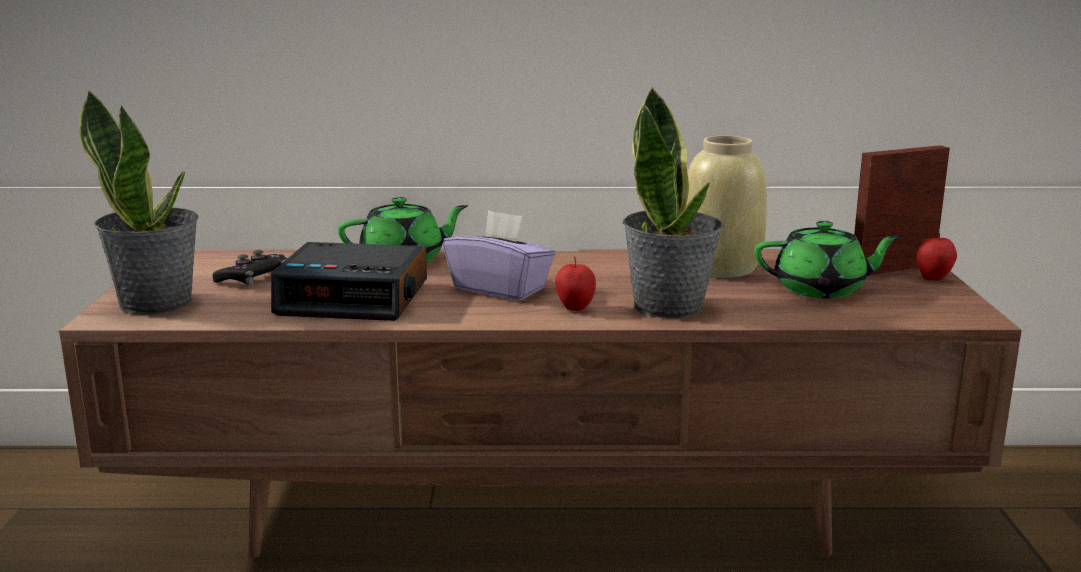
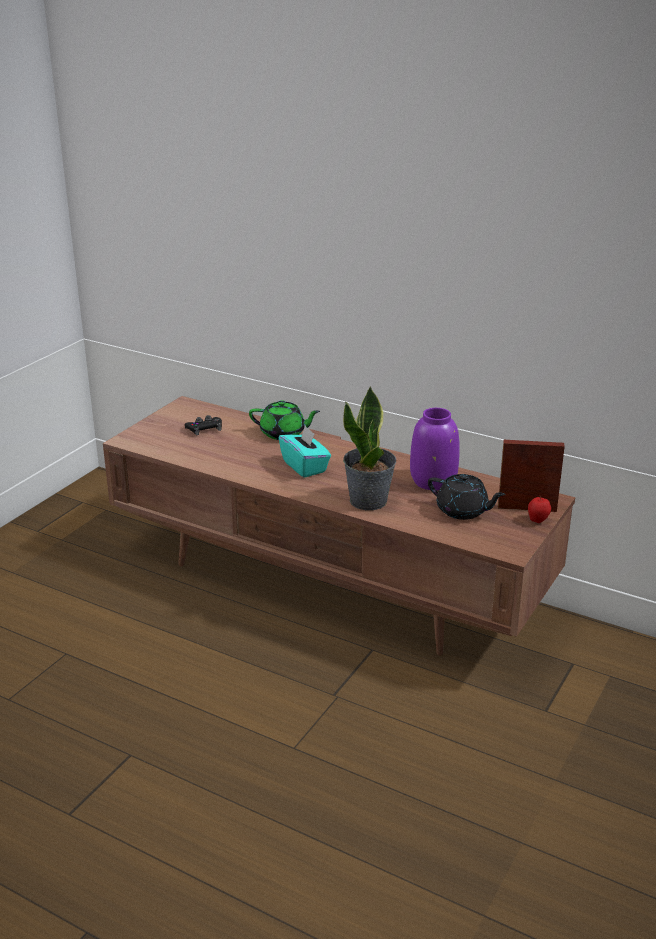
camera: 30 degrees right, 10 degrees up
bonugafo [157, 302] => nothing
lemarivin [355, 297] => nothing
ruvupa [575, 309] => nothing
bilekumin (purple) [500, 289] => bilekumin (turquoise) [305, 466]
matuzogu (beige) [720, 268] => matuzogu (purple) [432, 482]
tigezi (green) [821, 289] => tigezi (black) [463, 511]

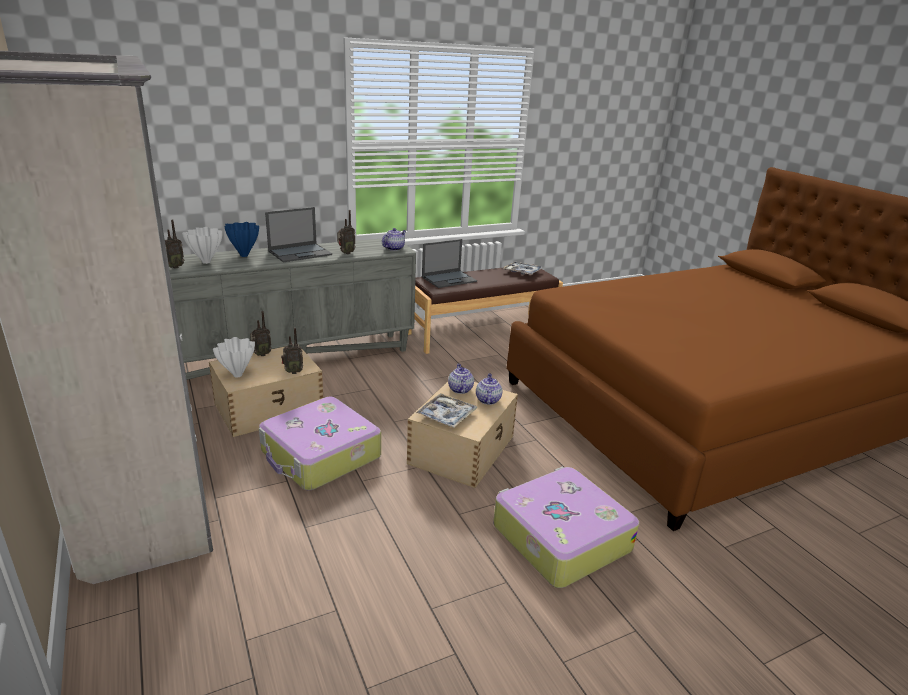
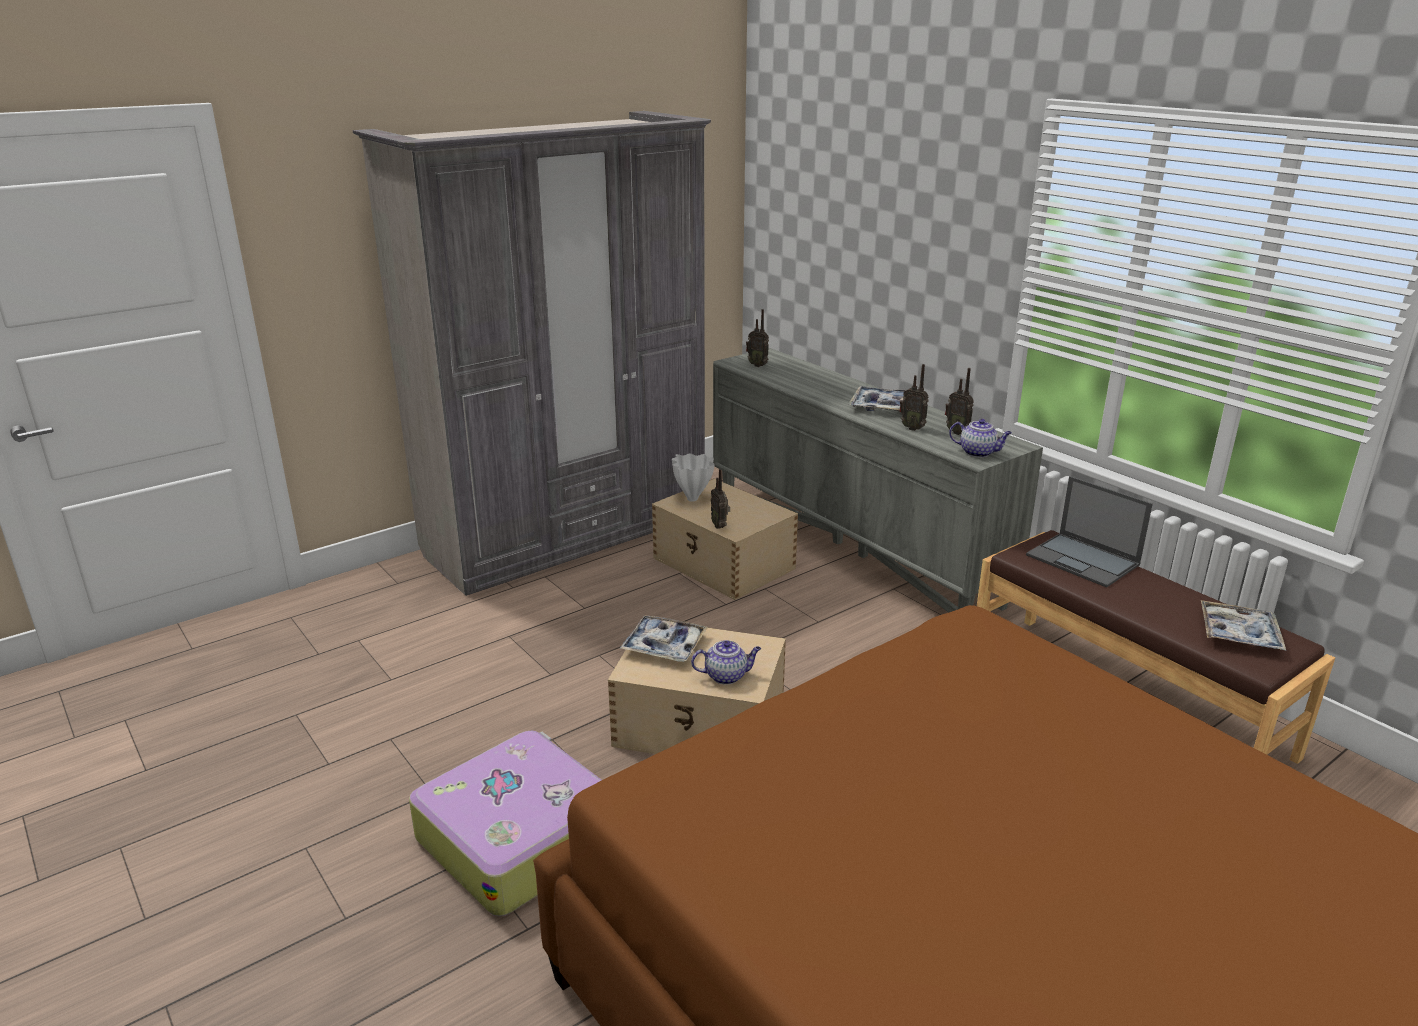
camera: 80 degrees right, 0 degrees up
matuzogu (white) [207, 262] => nothing
matuzogu (blue) [244, 255] => nothing
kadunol [320, 455] => nothing
tigezi [460, 389] => nothing
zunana [261, 354] => zunana [957, 432], shifted
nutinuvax [300, 253] => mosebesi [879, 405]

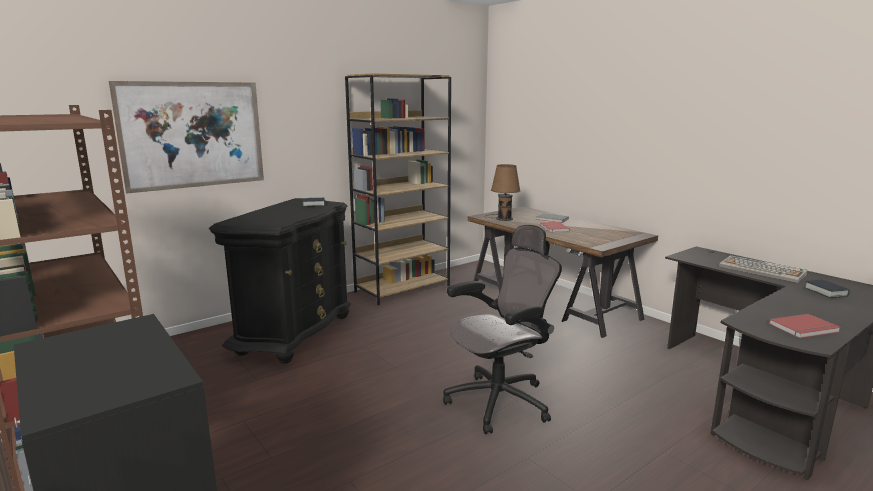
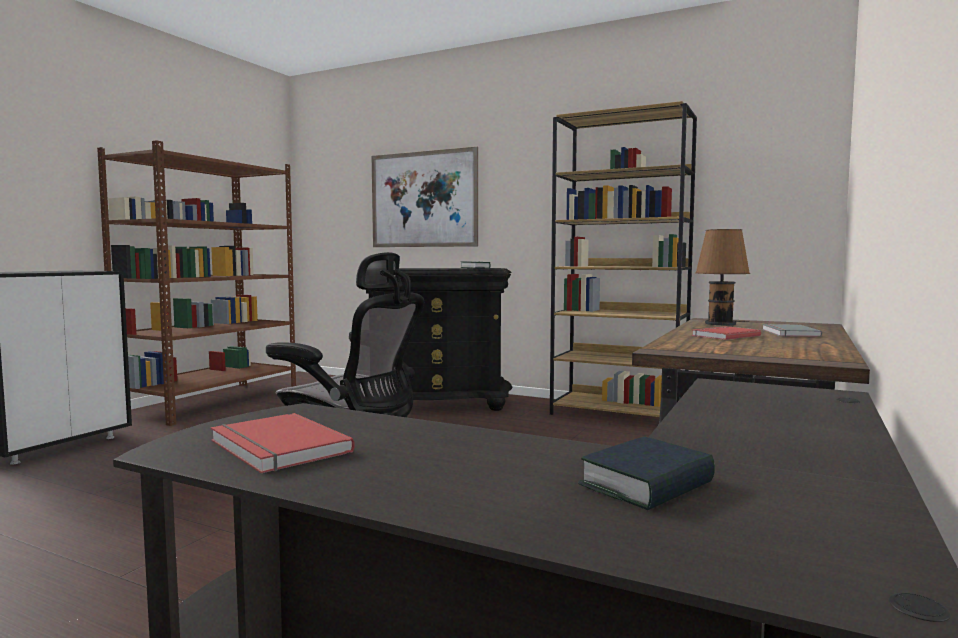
camera: 65 degrees right, 10 degrees down
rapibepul [763, 270] => nothing

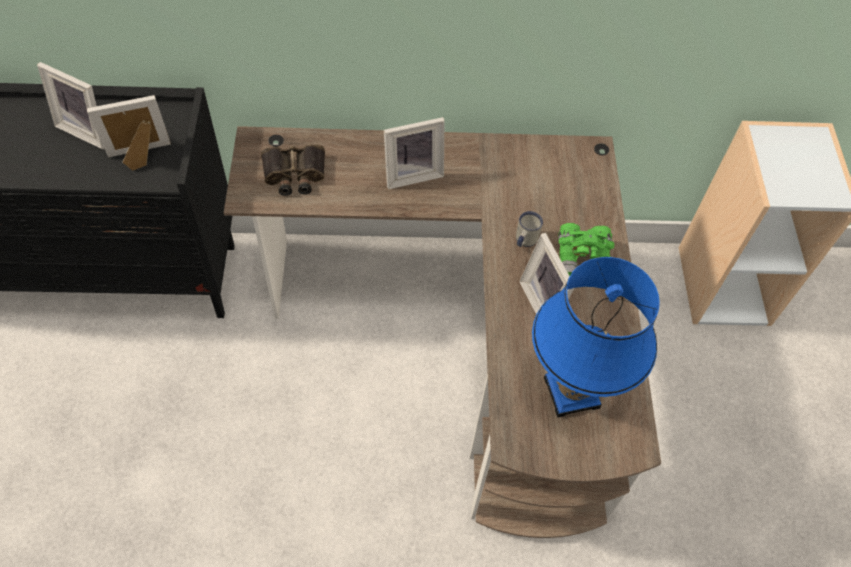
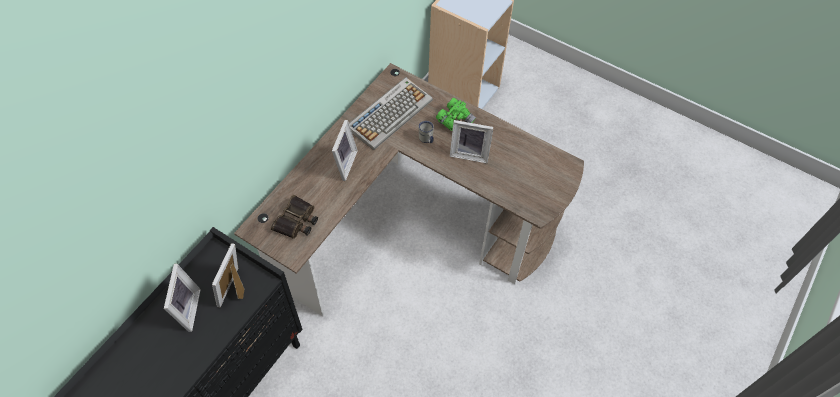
camera: 55 degrees left, 0 degrees up
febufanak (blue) [571, 393] => nothing
nothing => rapibepul [390, 113]
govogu [88, 129] => govogu [185, 310], 60 degrees counterclockwise

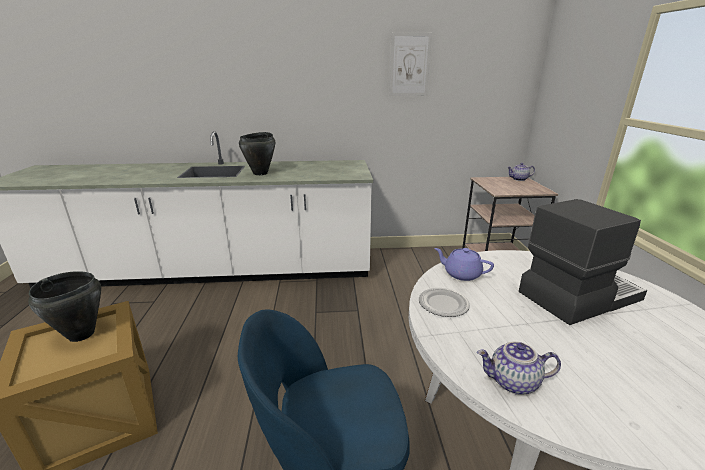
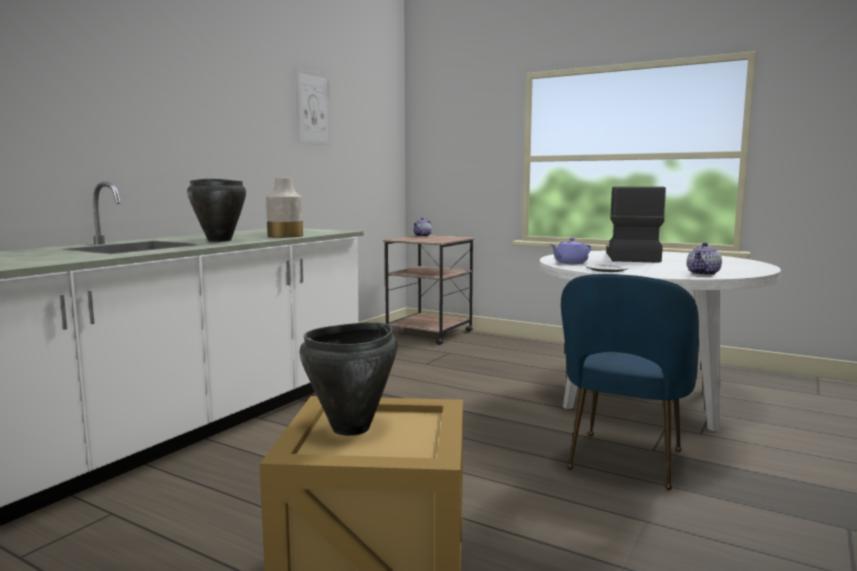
camera: 55 degrees left, 15 degrees down
nothing => matuzogu (beige) [285, 236]

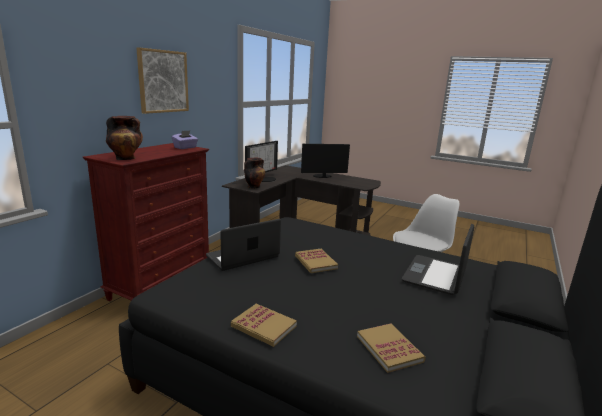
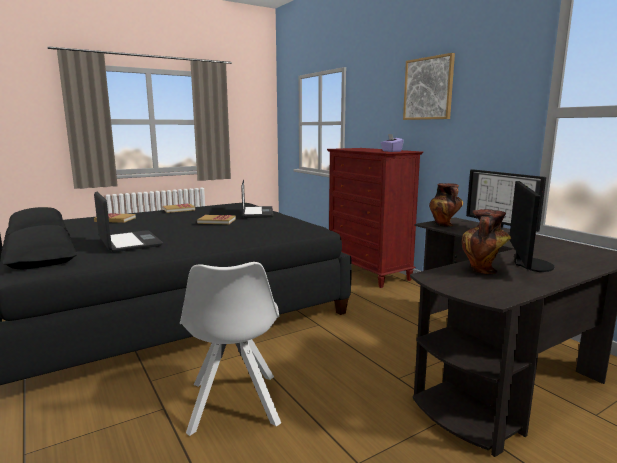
camera: 120 degrees right, 5 degrees down
matuzogu [127, 158] => matuzogu [483, 270], shifted

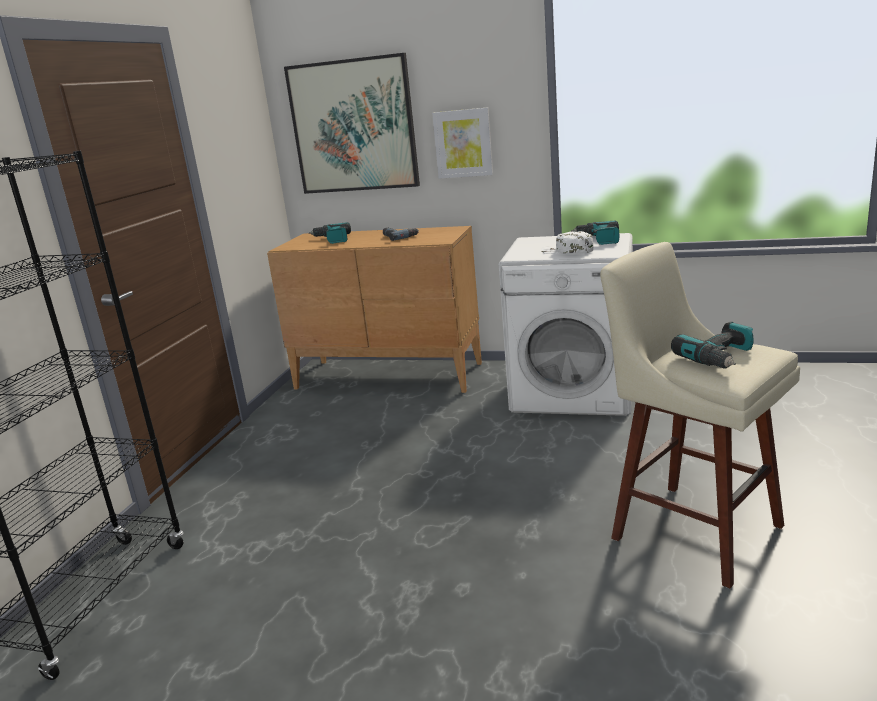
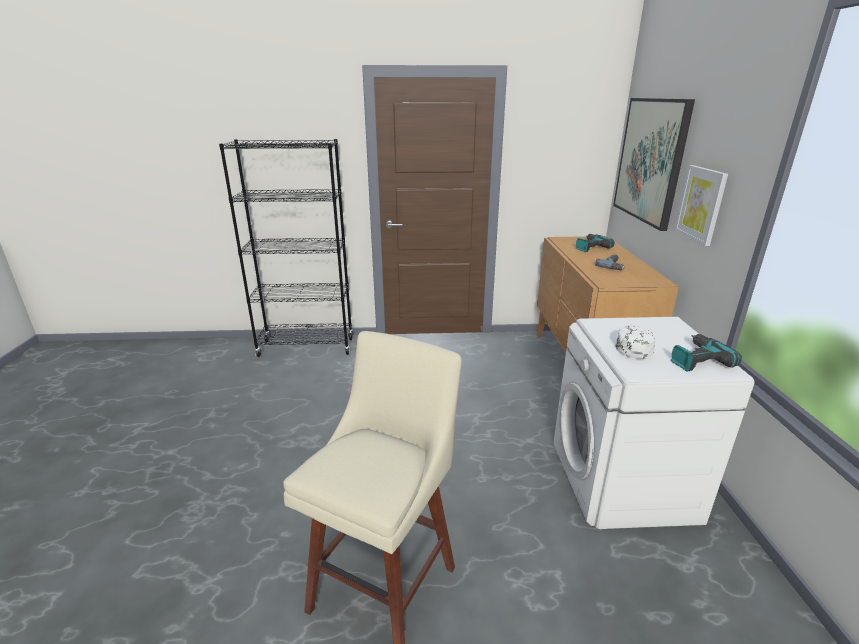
camera: 70 degrees right, 5 degrees up
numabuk [720, 358] => nothing

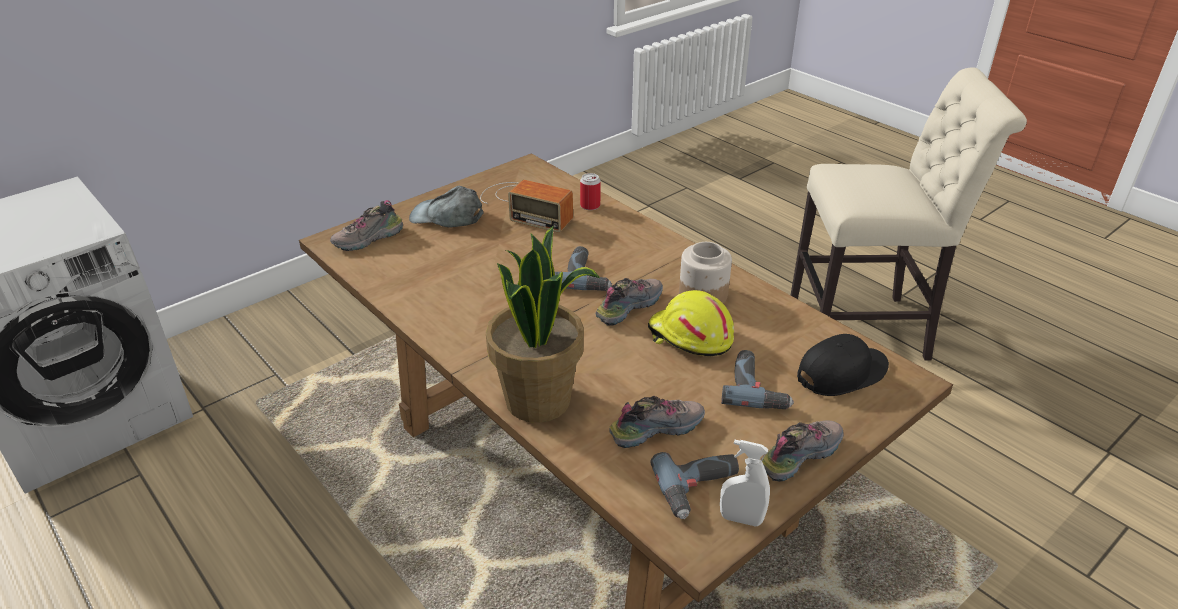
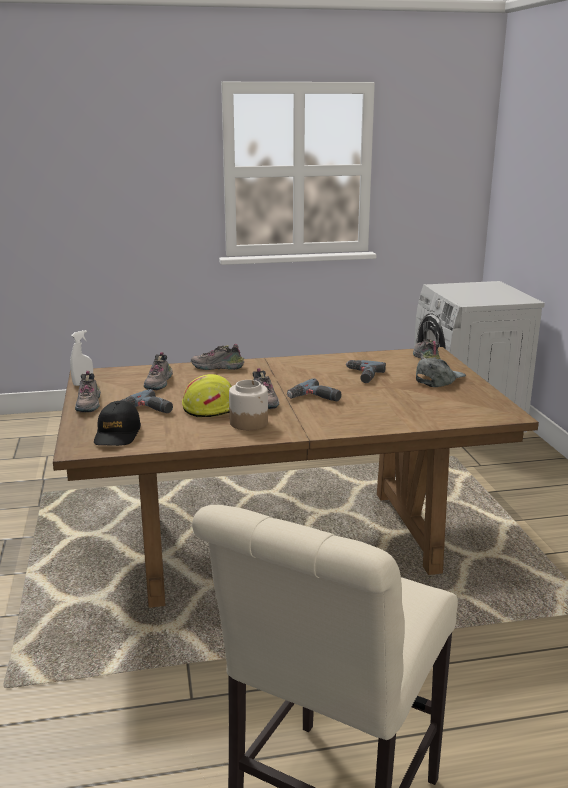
camera: 120 degrees right, 15 degrees down
zunana [525, 205] => nothing
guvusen [590, 206] => nothing
numabuk [700, 489] => numabuk [361, 376], shifted
bonugafo [539, 401] => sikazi [217, 367]

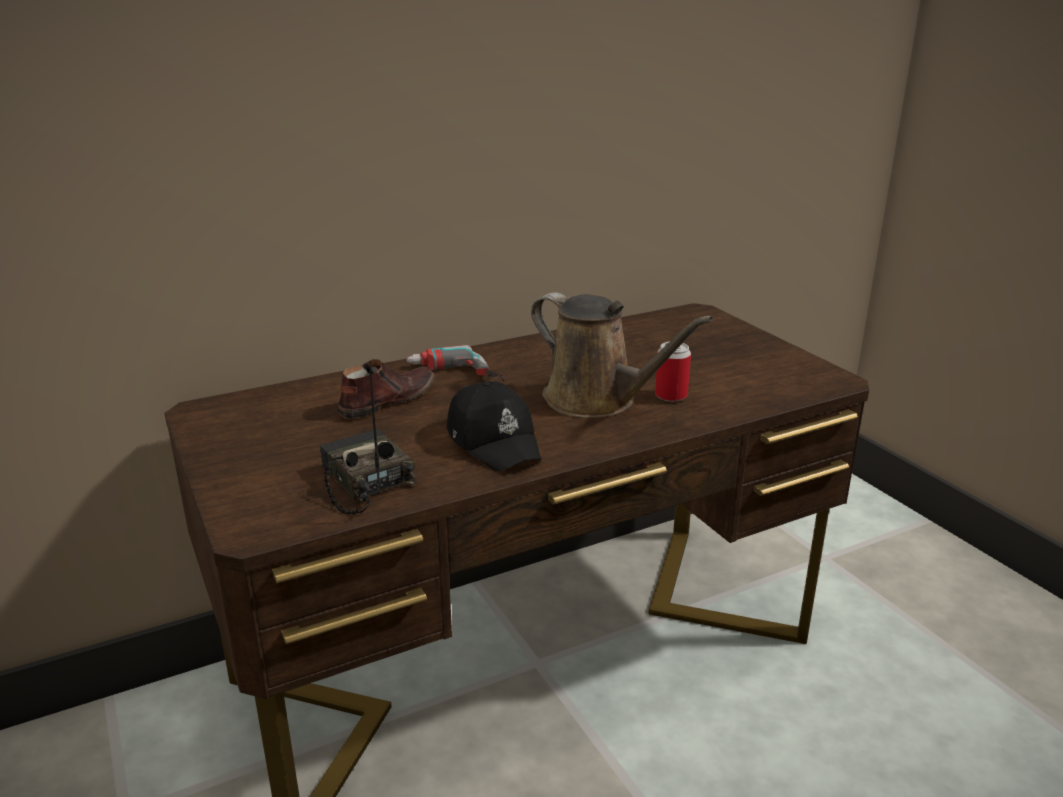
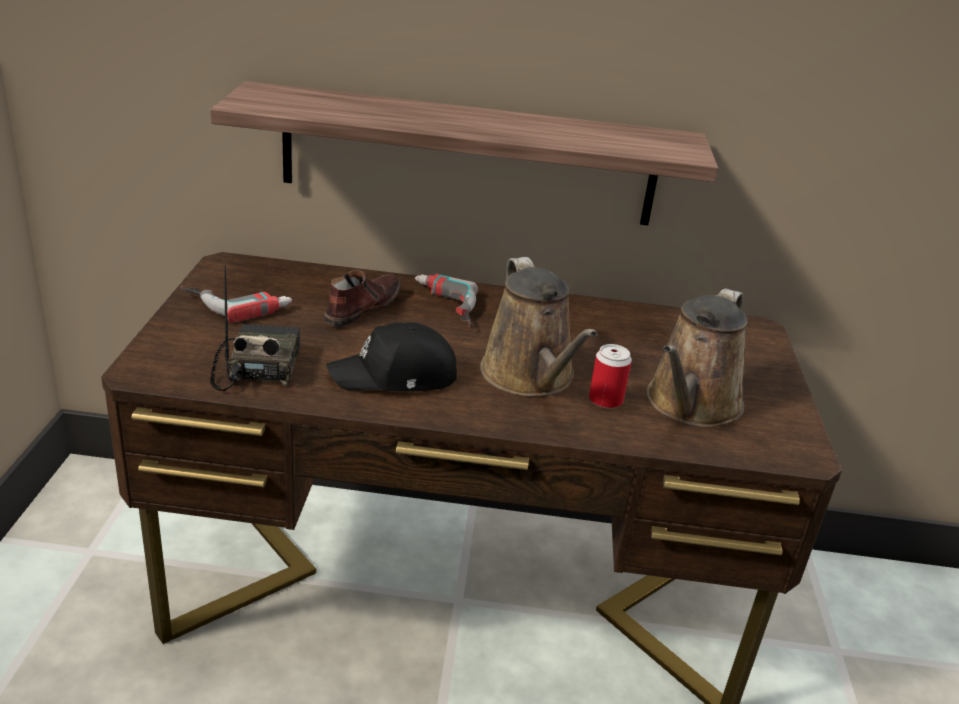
camera: 30 degrees right, 5 degrees up
nothing => numabuk [237, 302]
nothing => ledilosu [468, 156]
nothing => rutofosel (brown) [690, 405]
sikazi (brown) [387, 400] => sikazi (brown) [362, 307], 45 degrees counterclockwise
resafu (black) [494, 441] => resafu (black) [396, 376], 75 degrees clockwise

